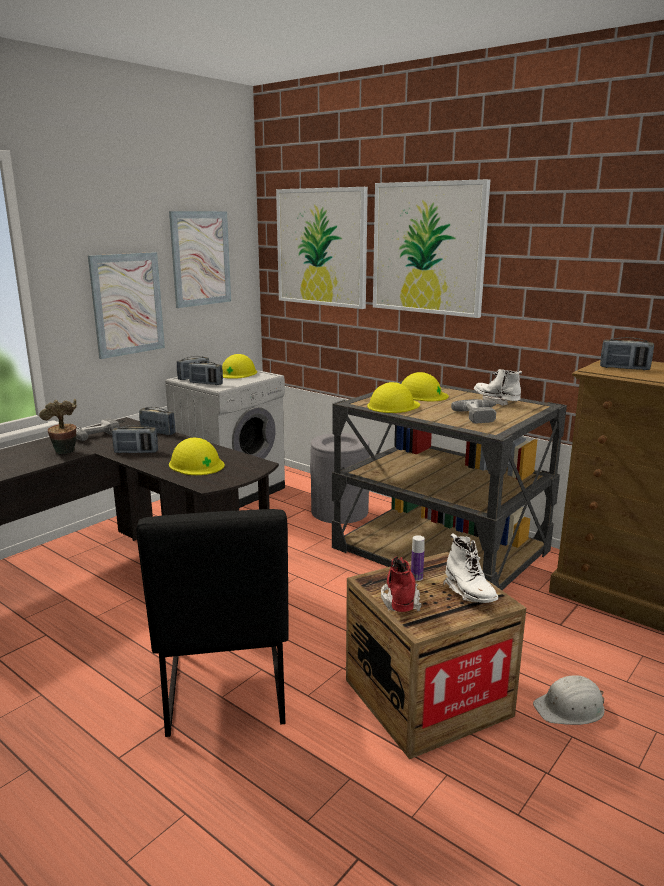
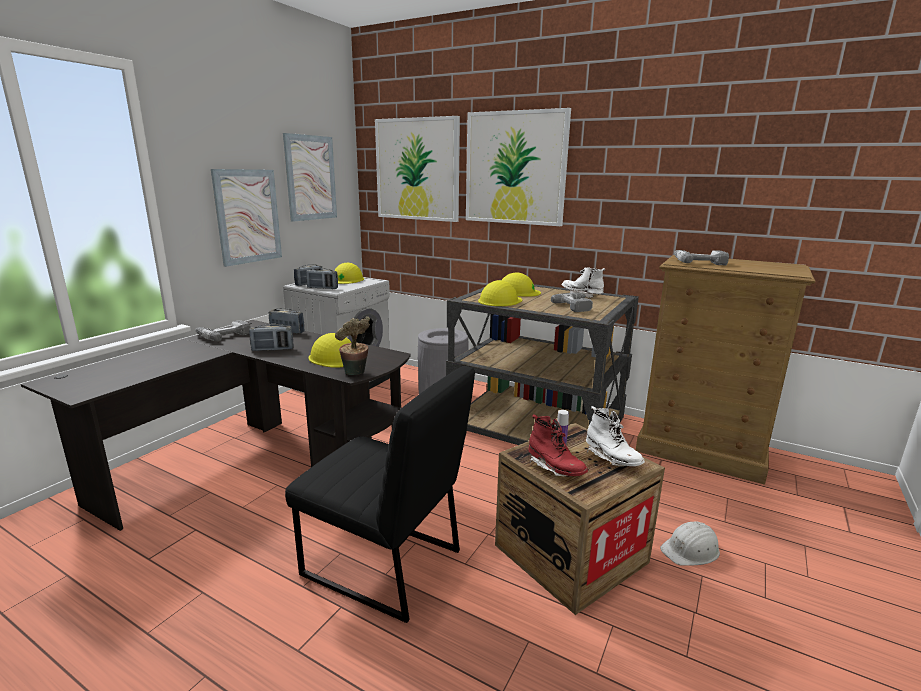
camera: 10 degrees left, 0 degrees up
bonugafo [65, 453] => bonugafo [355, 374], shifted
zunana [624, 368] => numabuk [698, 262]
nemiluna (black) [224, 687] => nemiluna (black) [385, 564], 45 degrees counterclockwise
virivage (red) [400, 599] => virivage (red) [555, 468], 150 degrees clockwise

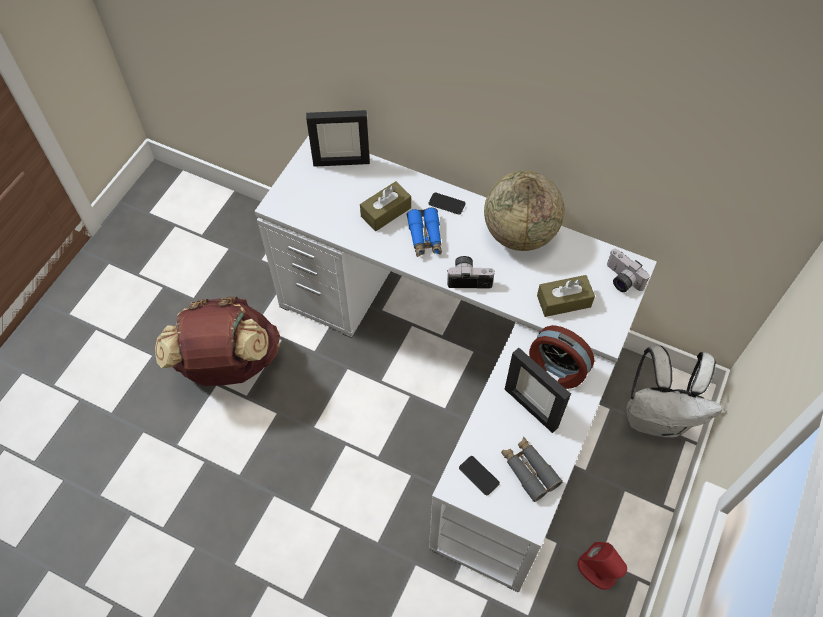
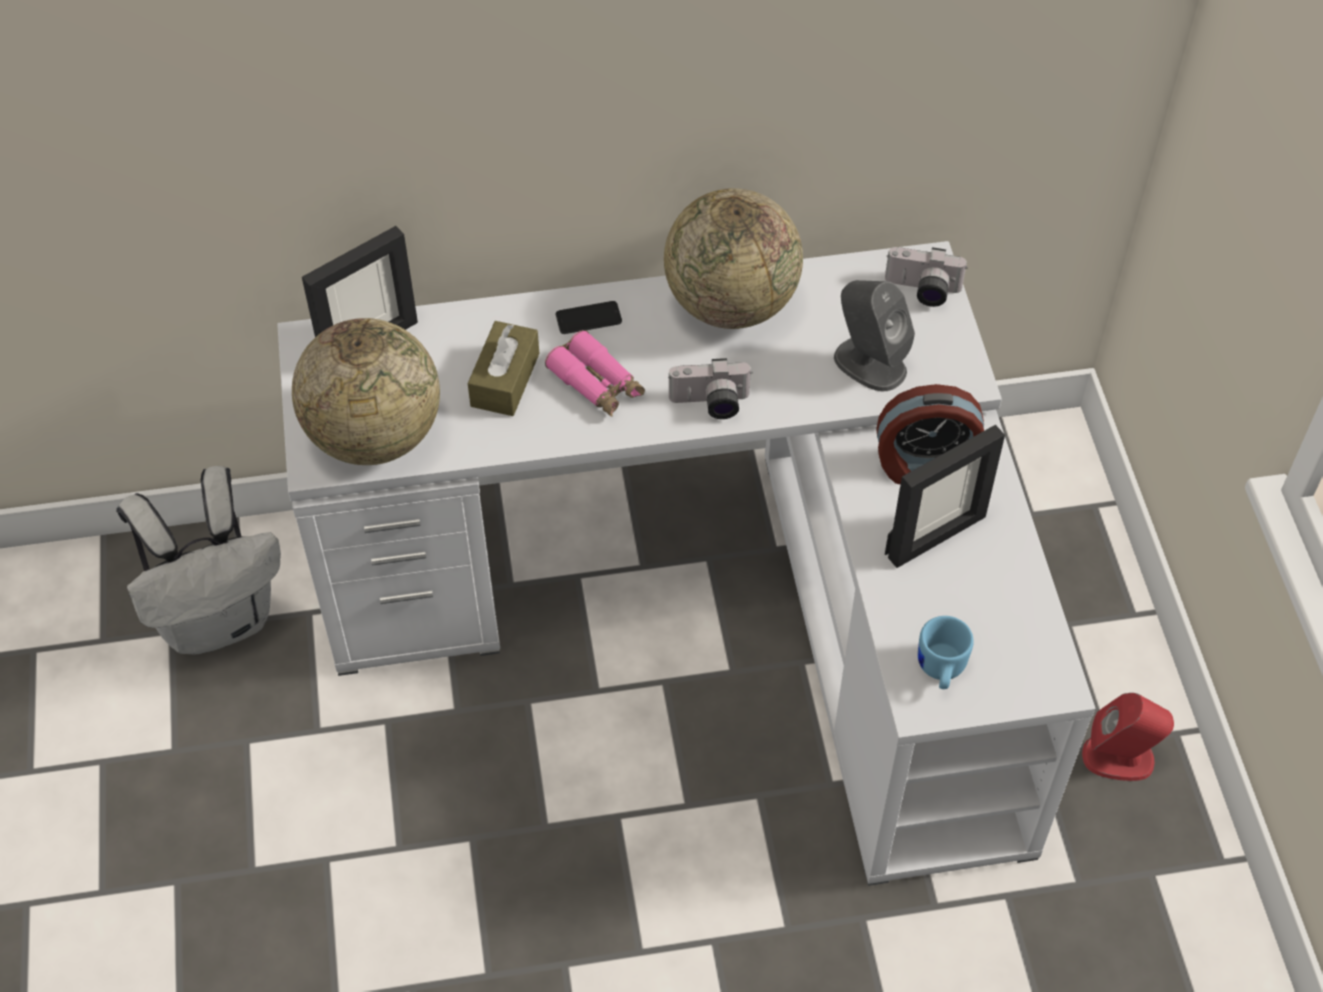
camera: 35 degrees left, 5 degrees down
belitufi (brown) [228, 364] => nothing
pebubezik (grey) [529, 470] => nothing
nothing => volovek [374, 436]
belitufi (white) [656, 418] => belitufi (white) [220, 618], shifted
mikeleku [479, 475] => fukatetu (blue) [940, 670]
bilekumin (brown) [563, 301] => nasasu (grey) [869, 363]
pebubezik (blue) [425, 237] => pebubezik (pink) [596, 383]
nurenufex [469, 277] => nurenufex [710, 404], 150 degrees counterclockwise
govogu [532, 407] => govogu [935, 535], 45 degrees counterclockwise

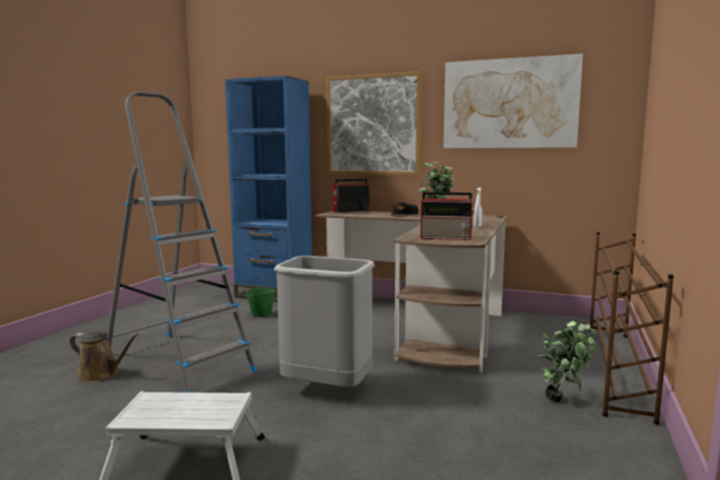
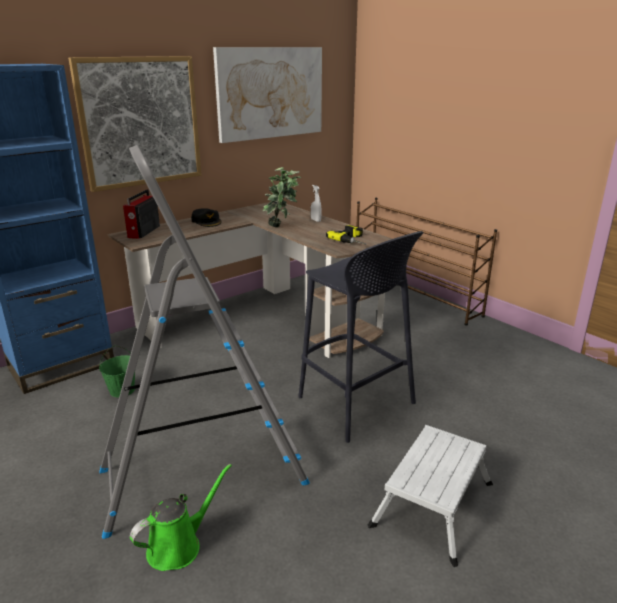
camera: 60 degrees left, 15 degrees up
bonugafo [565, 400] => nothing
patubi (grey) [326, 389] => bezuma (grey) [354, 404]
zunana [447, 238] => numabuk [353, 240]
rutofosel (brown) [101, 374] => rutofosel (green) [179, 546]

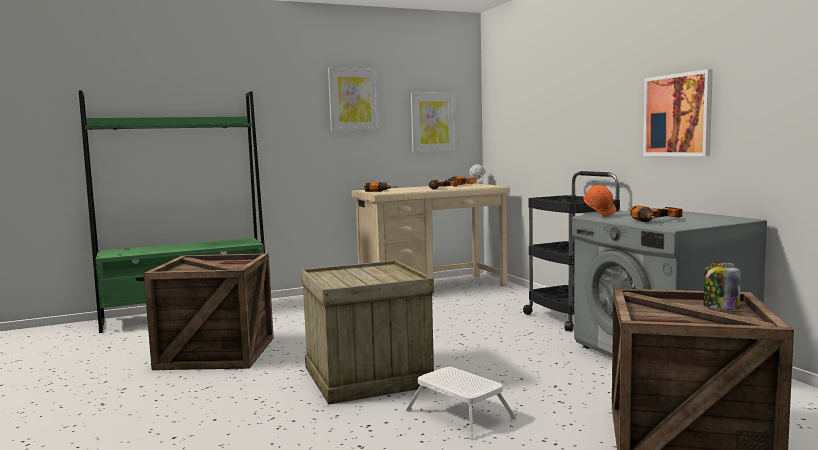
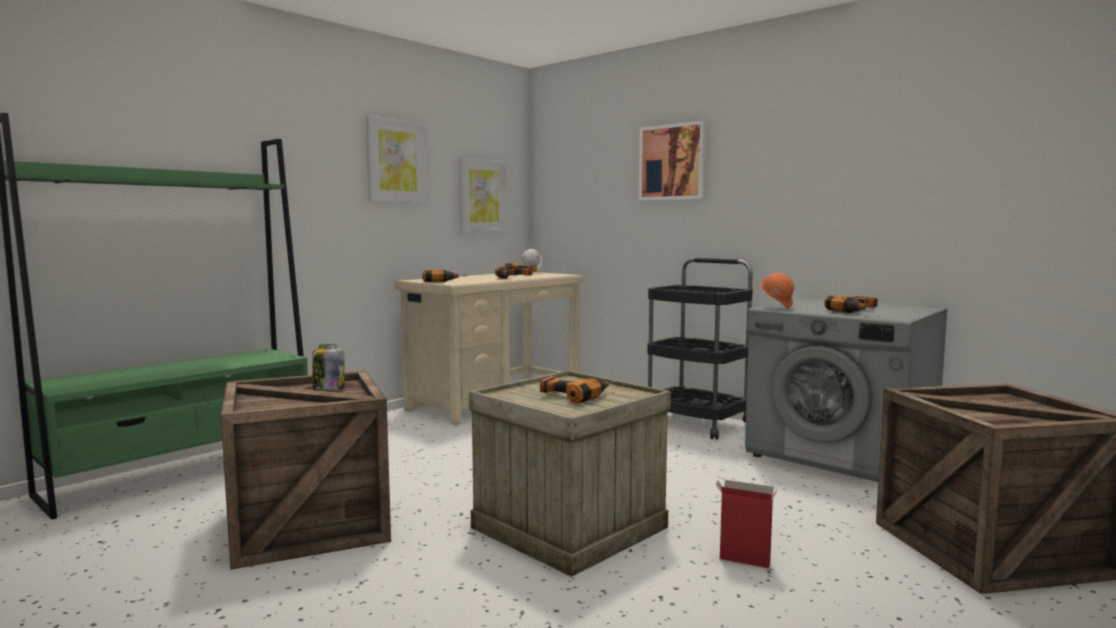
camera: 25 degrees left, 0 degrees up
nothing => numabuk [574, 395]
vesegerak [677, 115] => vesegerak [672, 162], shifted
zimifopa [720, 308] => zimifopa [328, 389], shifted
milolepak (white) [459, 414] => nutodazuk [743, 560]

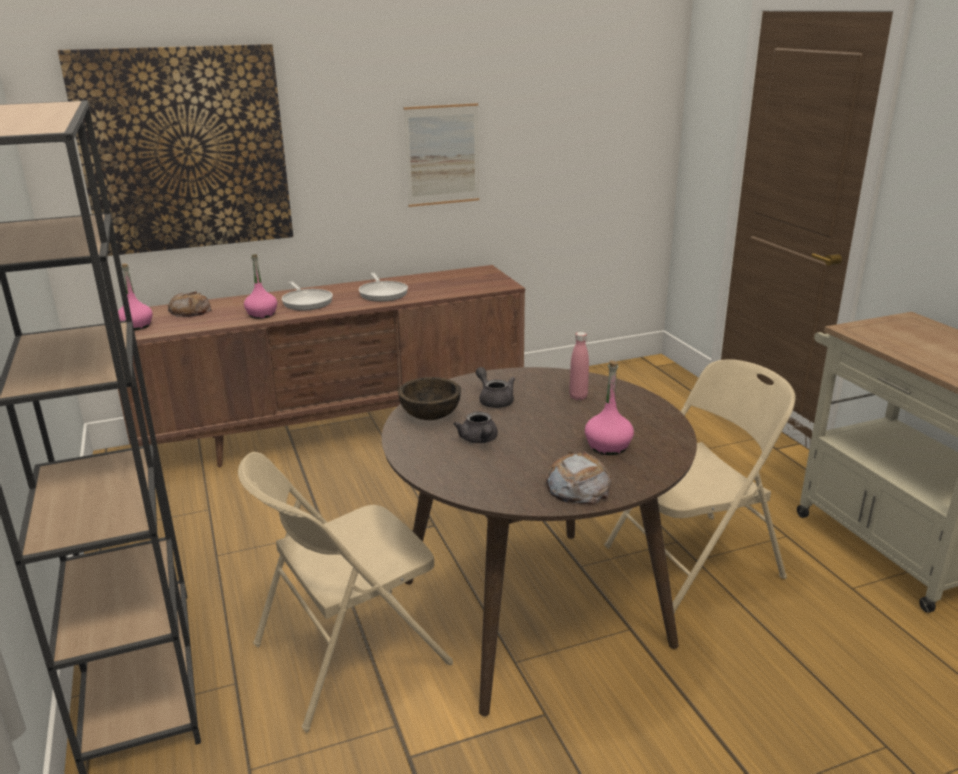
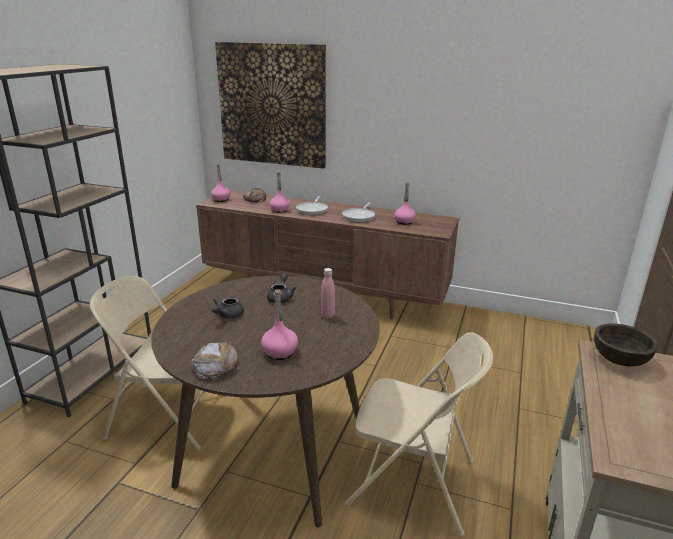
camera: 40 degrees right, 0 degrees up
vesegerak [442, 155] => nothing
nothing => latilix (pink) [404, 222]
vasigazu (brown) [430, 415] => vasigazu (brown) [619, 360], shifted

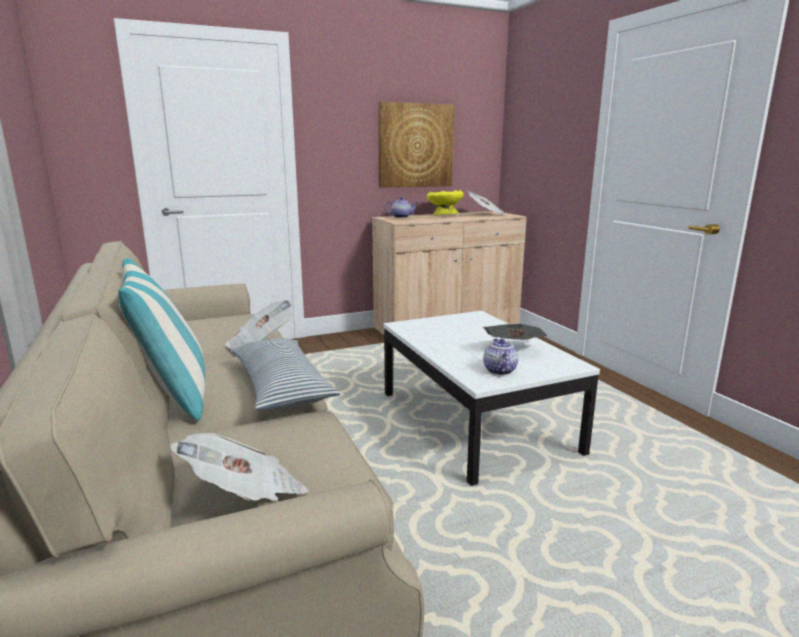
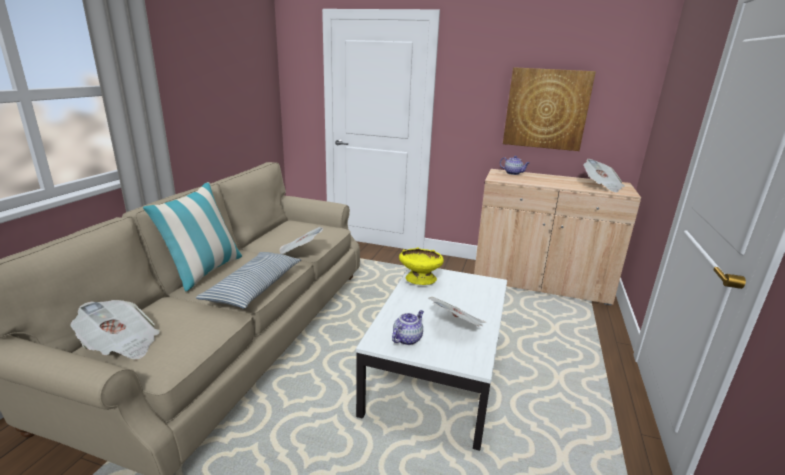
camera: 40 degrees right, 5 degrees up
vasigazu (yellow) [444, 215] => vasigazu (yellow) [419, 279], shifted

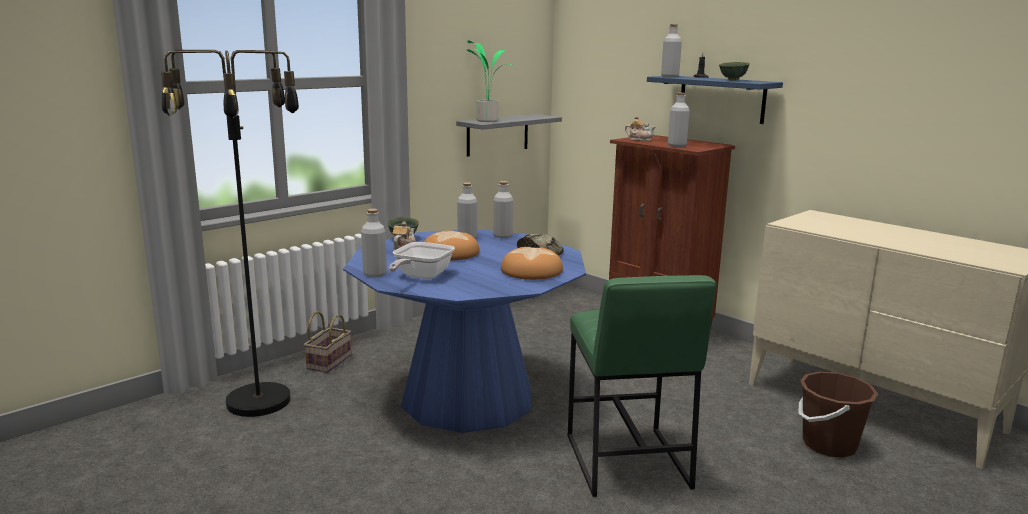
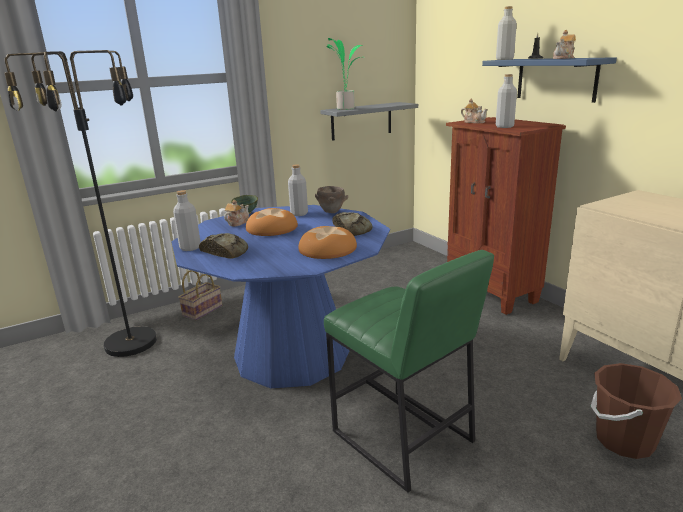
camera: 15 degrees right, 5 degrees up
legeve [420, 276] => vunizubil [225, 252]
latilix (grey) [502, 236] => vasigazu (brown) [331, 212]
vasigazu (green) [733, 80] => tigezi [563, 58]
nemiluna (green) [627, 462] => nemiluna (green) [404, 437], 45 degrees counterclockwise

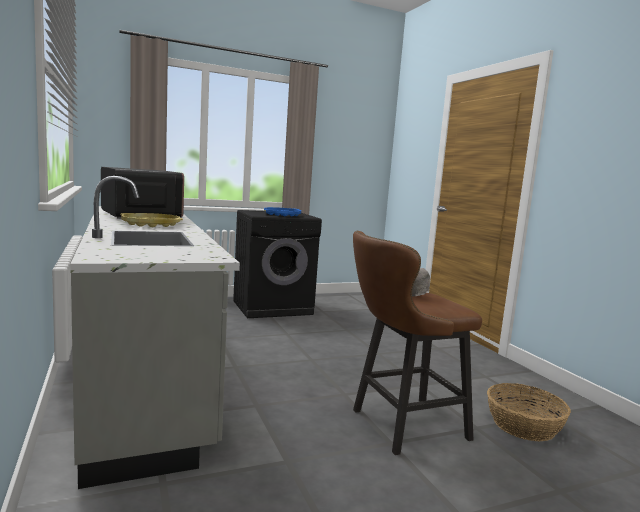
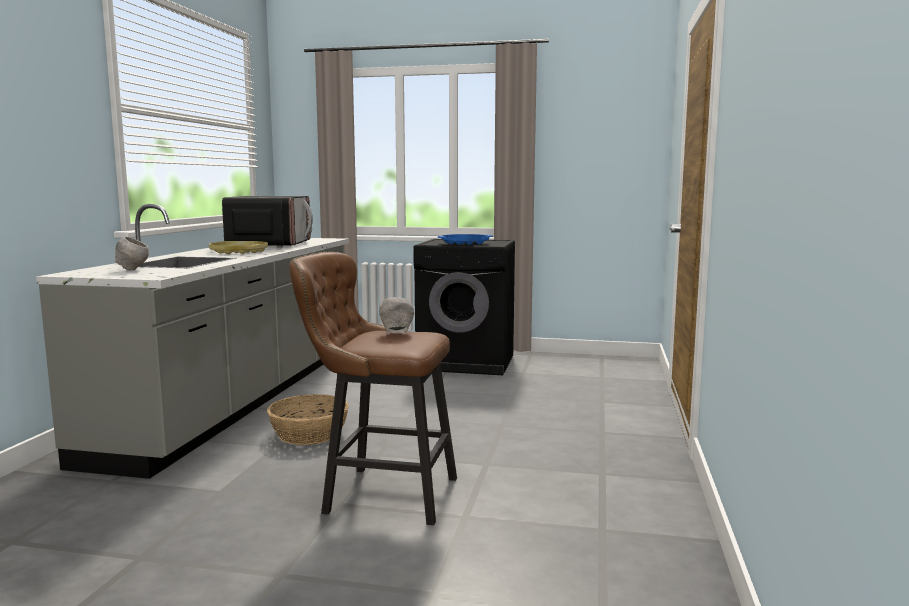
camera: 35 degrees right, 0 degrees up
nothing => vasigazu (grey) [133, 270]
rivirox [523, 425] => rivirox [309, 434], shifted

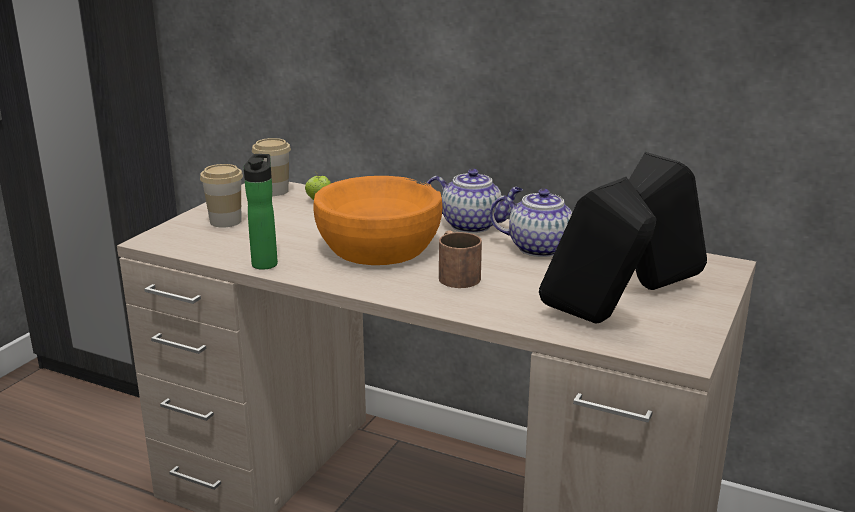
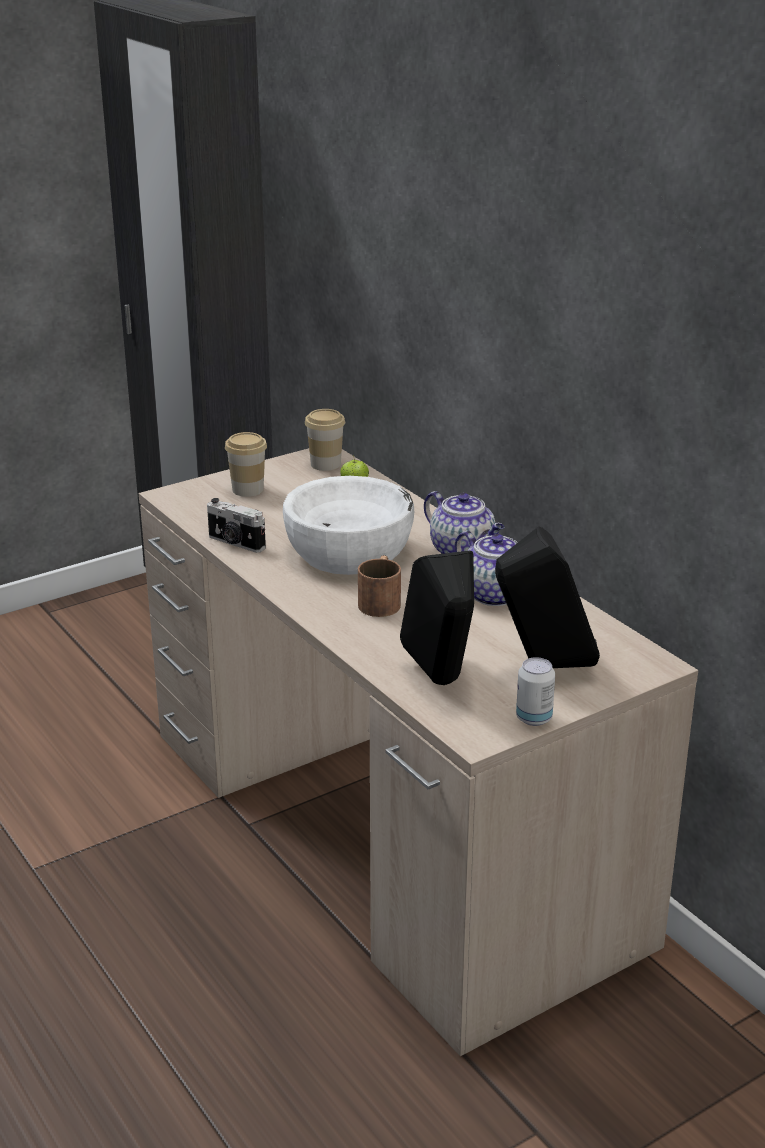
camera: 30 degrees right, 5 degrees up
nothing => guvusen [534, 718]
latilix [265, 262] => nurenufex [235, 543]
vasigazu (orange) [378, 246] => vasigazu (white) [349, 552]

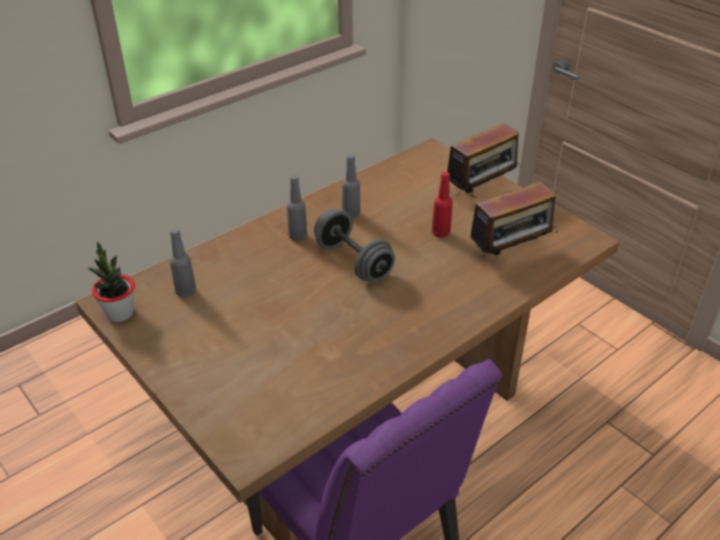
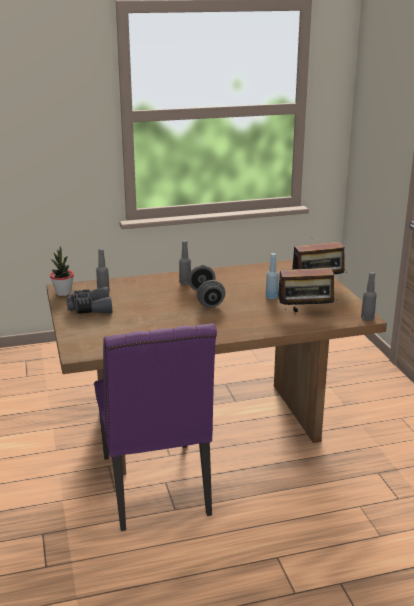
camera: 25 degrees right, 15 degrees down
nothing => pebubezik (grey) [89, 309]
latilix (grey) [351, 214] => latilix (grey) [367, 318], shifted
latilix (red) [440, 232] => latilix (blue) [271, 297]

